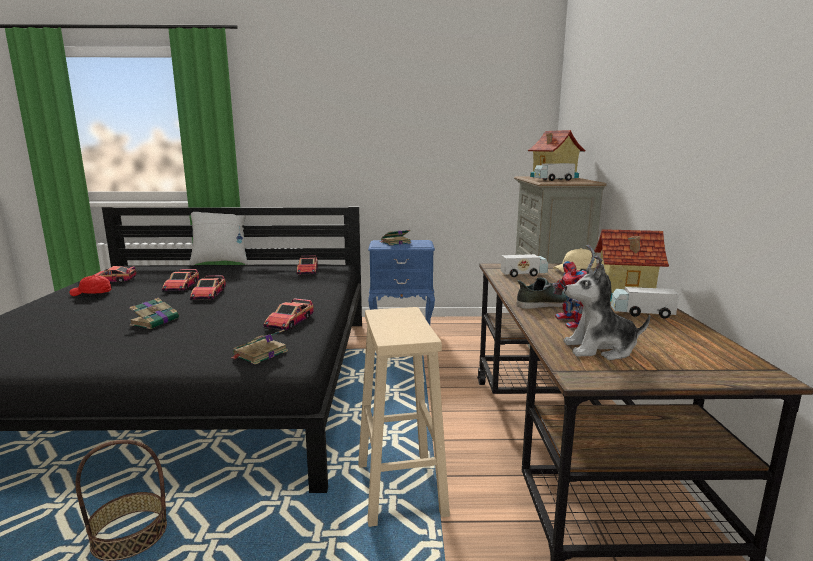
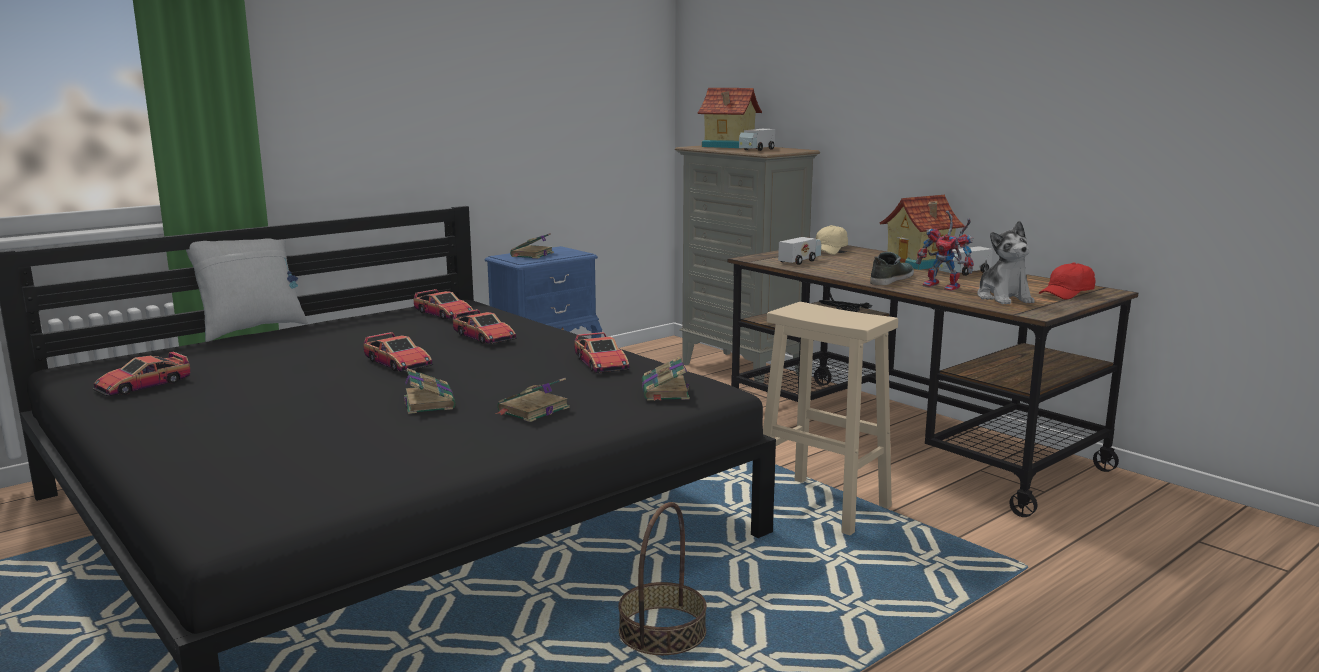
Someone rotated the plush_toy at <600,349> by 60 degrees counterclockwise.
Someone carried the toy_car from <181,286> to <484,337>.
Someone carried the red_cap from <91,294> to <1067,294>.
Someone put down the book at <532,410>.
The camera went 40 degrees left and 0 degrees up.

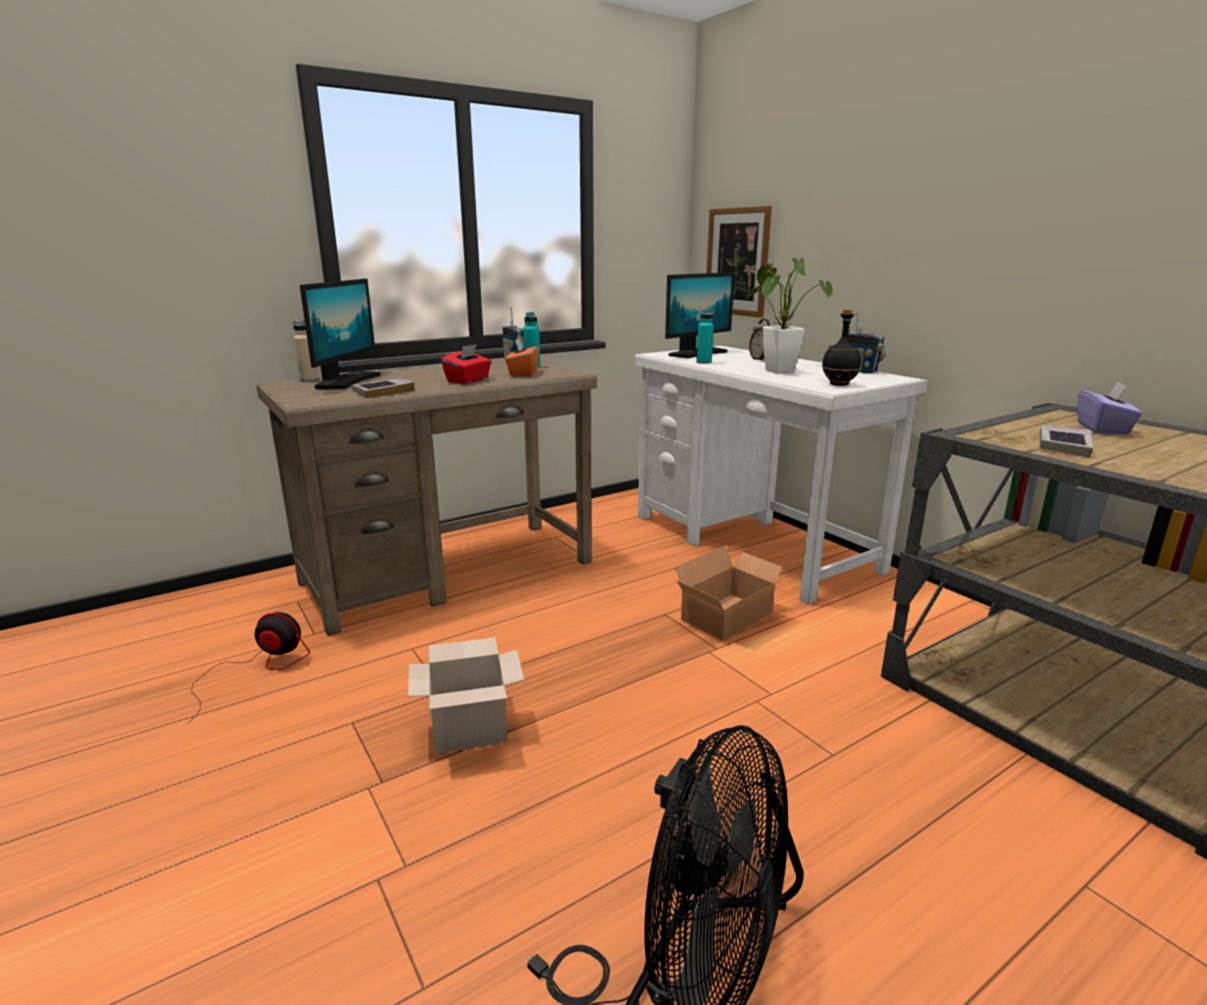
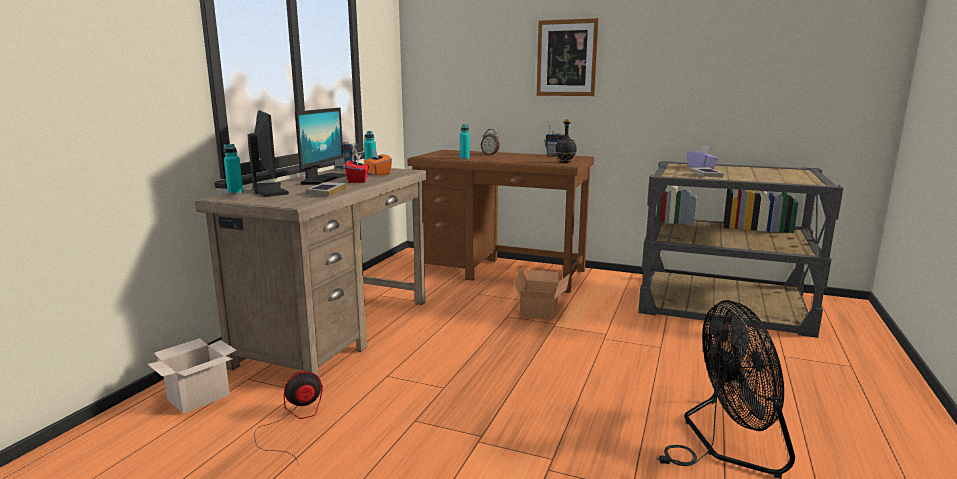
Someone carried the picture from <737,262> to <566,58>.
Someone took away the potted_plant at <776,370>.
Someone carried the monitor from <697,353> to <322,179>.
Someone repainted the beige_bottle at <309,380>, which became the turquoise_bottle at <235,193>.
Someone repainted the white_desk at <753,542>, which became the brown_desk at <501,271>.
Someone carried the cardboard_box from <472,728> to <199,397>.
The camera went 35 degrees left and 5 degrees down.

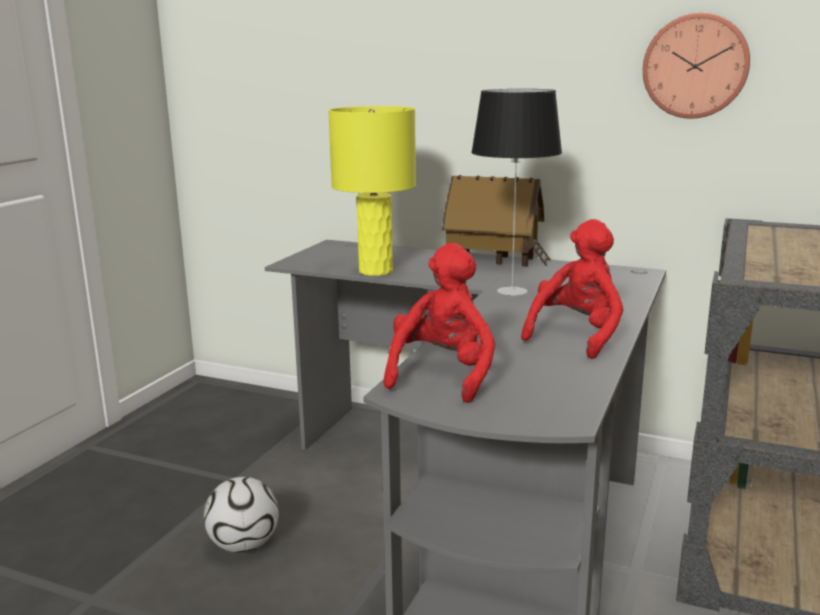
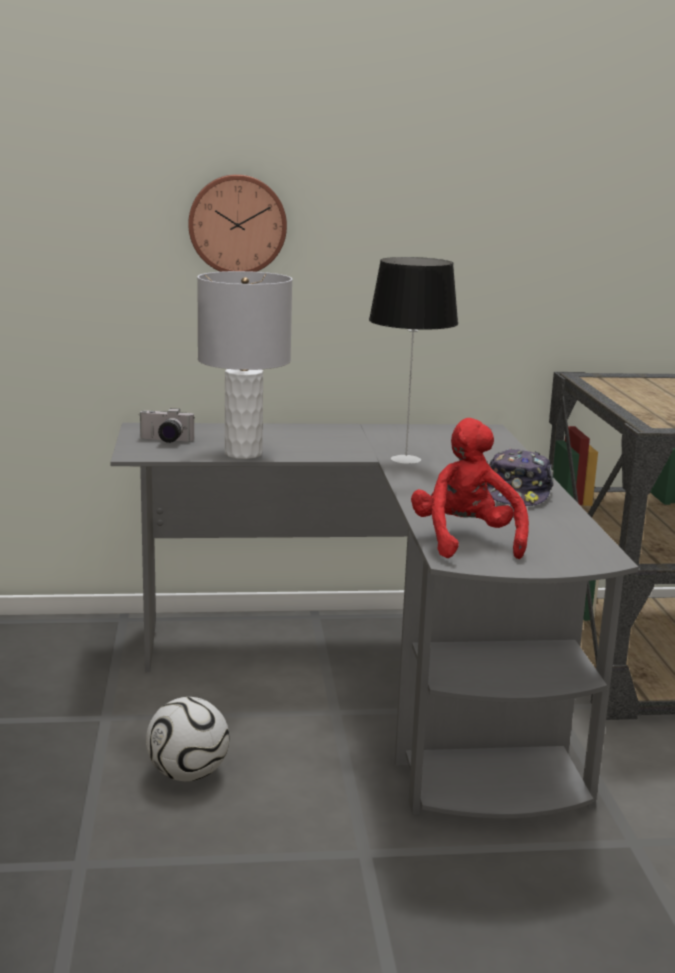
Someone carried the wall_clock from <695,66> to <237,224>.
Someone repainted the yellow_table_lamp at <375,271>, which became the grey_table_lamp at <243,454>.
Someone took away the toy_house at <494,261>.
Someone swapped the red_plush_toy at <576,335> for the cap at <518,493>.
Someone put down the photo_camera at <165,441>.
The camera went 30 degrees left and 0 degrees up.

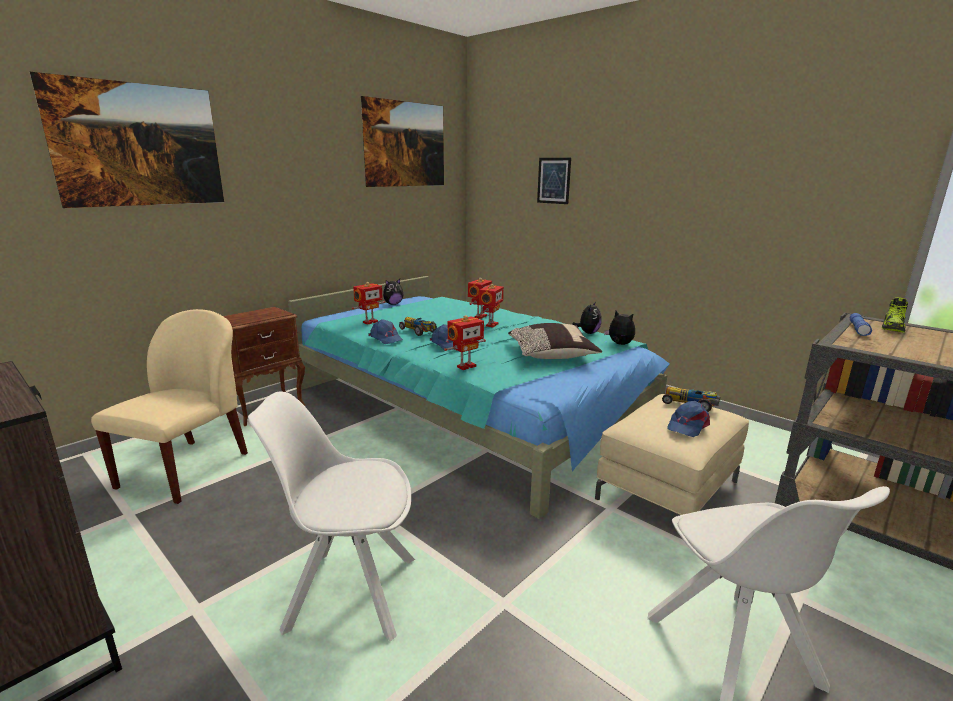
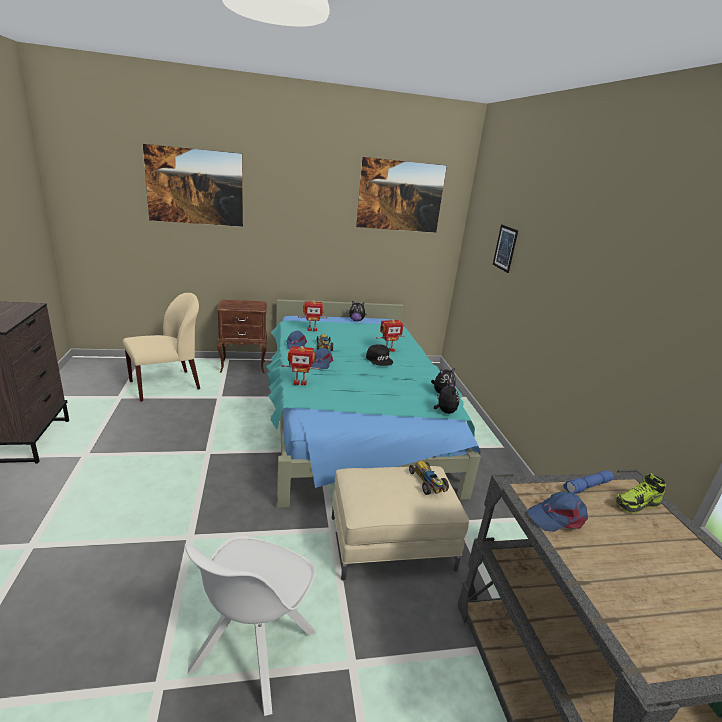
Someone swapped the toy_robot at <491,325> for the black_cap at <379,359>.
Someone took away the pillow at <551,354>.
Someone took away the white_chair at <349,592>.
Someone carried the blue_cap from <687,425> to <557,517>.
The camera went 35 degrees right and 5 degrees up.

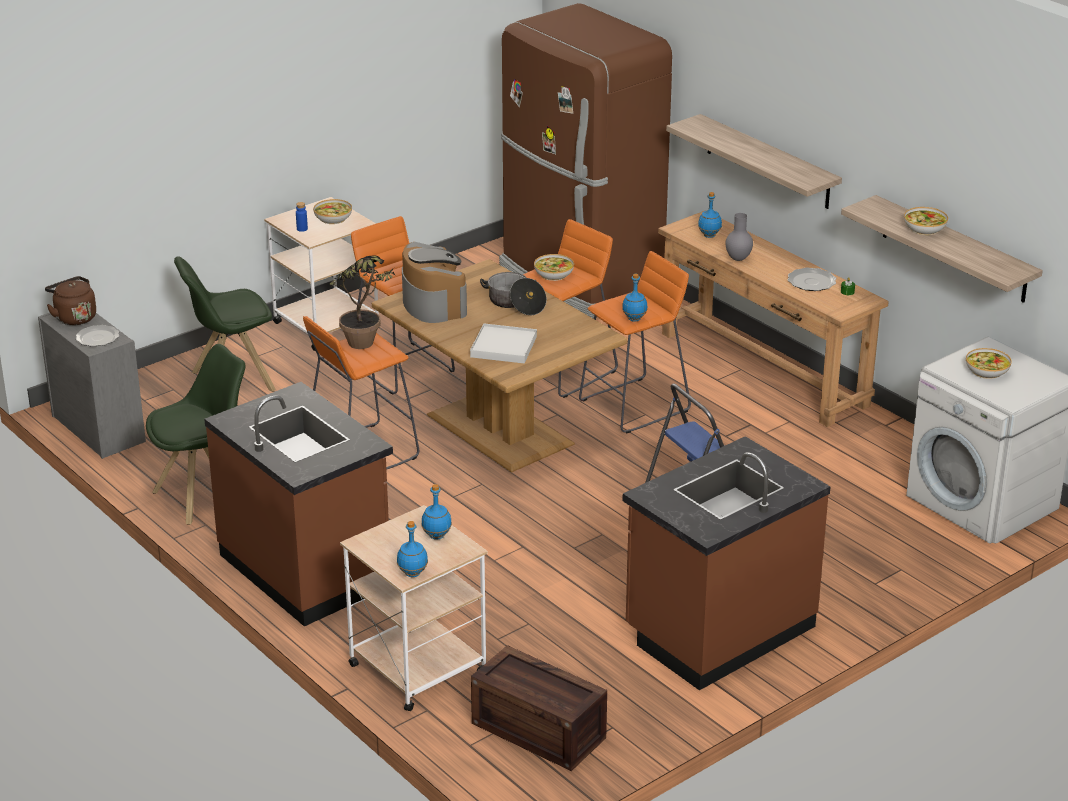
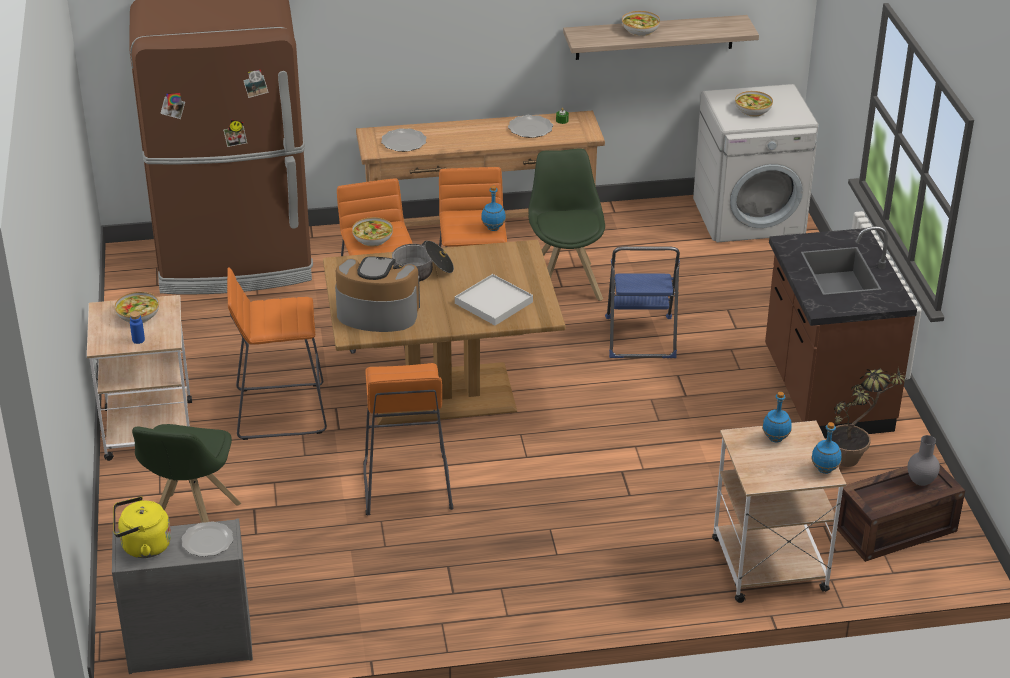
Someone took away the shelf at <767,162>.
Someone swapped the blue_bottle at <709,236> for the plate at <404,142>.
Someone carried the grey_vase from <737,258> to <920,482>.
Someone carried the potted_plant from <367,346> to <855,457>.
Someone repainted the brown_kettle at <74,317>, which became the yellow_kettle at <142,546>.
Someone carried the green_chair from <204,495> to <564,283>.
Someone took away the brown_counter at <307,569>.
The camera went 60 degrees left and 5 degrees up.

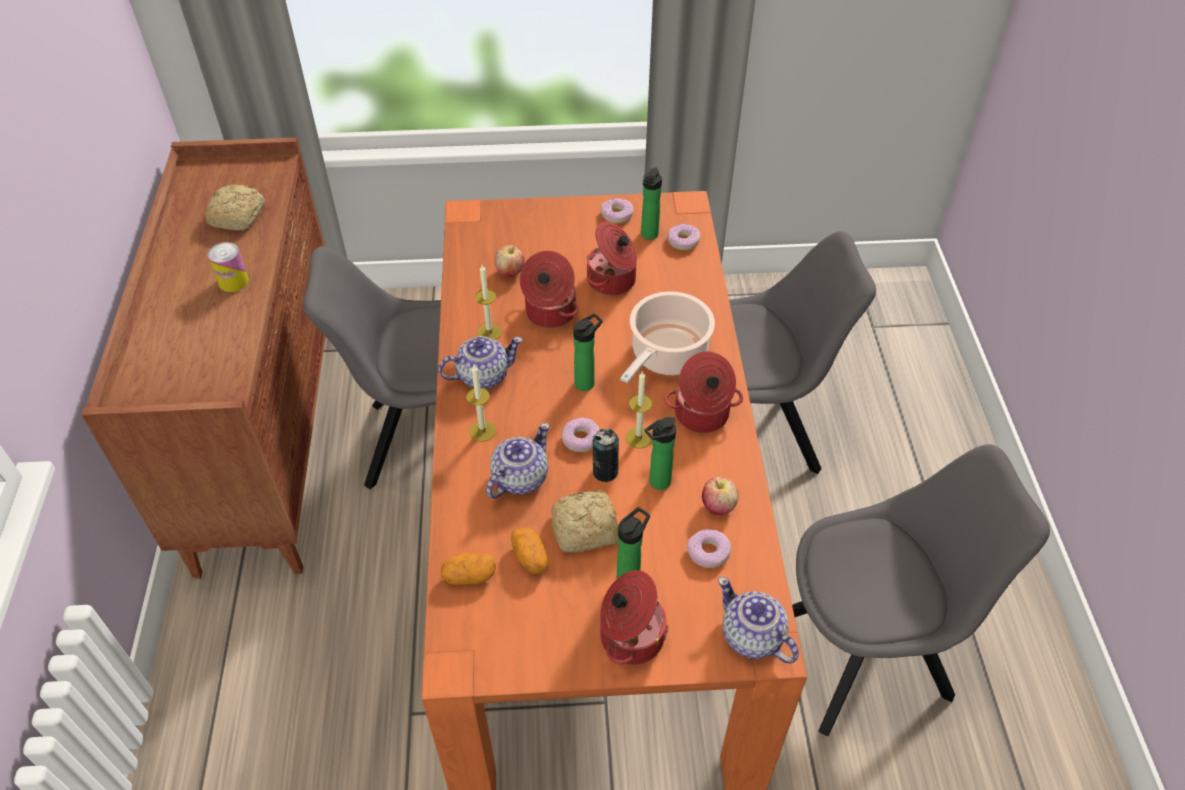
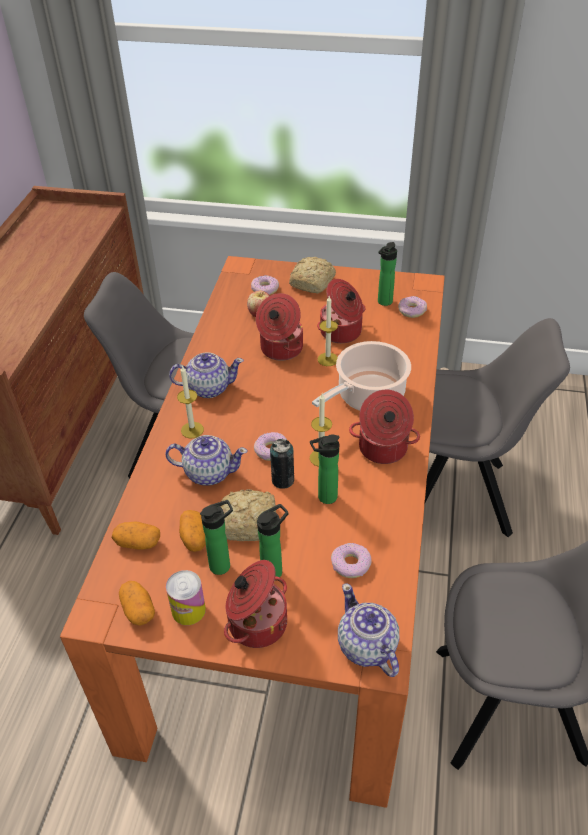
Someone carried the bread from <238,215> to <313,282>.
Someone carried the donut from <617,215> to <265,289>.
Someone carried the can from <233,281> to <188,610>.
Someone carried the candle from <489,332> to <327,359>.
Someone carried the bottle from <587,382> to <223,565>.
Someone rotated the teapot at <519,478> by 45 degrees clockwise.
Someone took away the apple at <718,506>.
Someone put down the potato at <138,610>.
The camera went 15 degrees right and 5 degrees down.

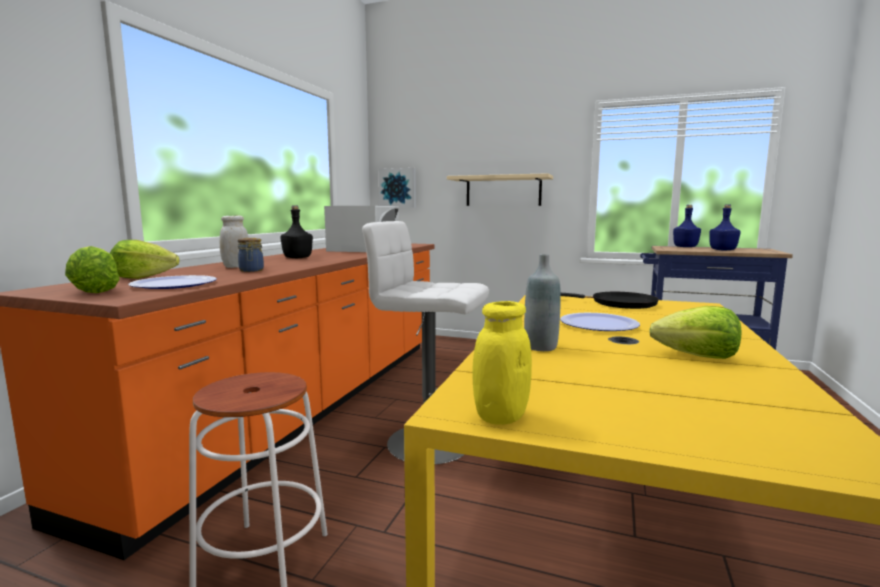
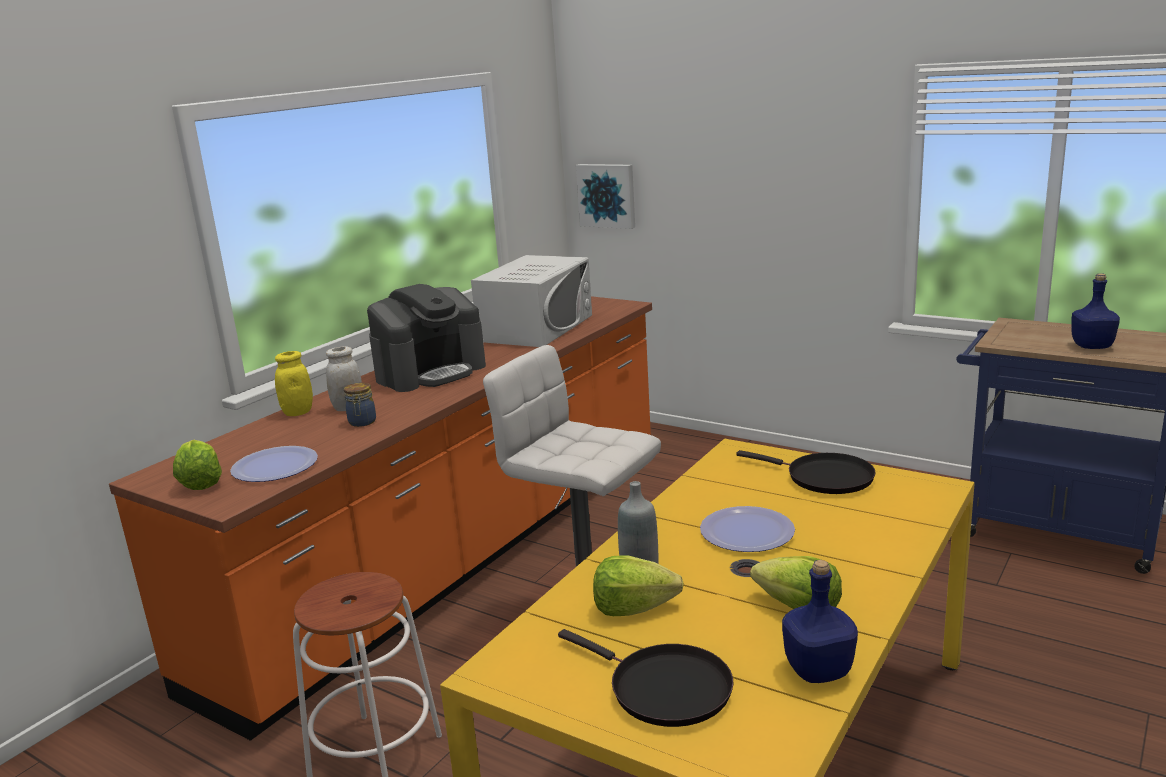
Someone took away the beige_shelf at <503,191>.
Someone swapped the black_bottle at <298,258> for the coffee_machine at <431,372>.
Someone carried the blue_bottle from <685,247> to <817,671>.
Someone carried the lettuce from <143,277> to <633,608>.
Someone carried the yellow_jar from <500,416> to <298,412>.
Someone put down the black_frying_pan at <663,688>.
The camera went 15 degrees right and 10 degrees up.

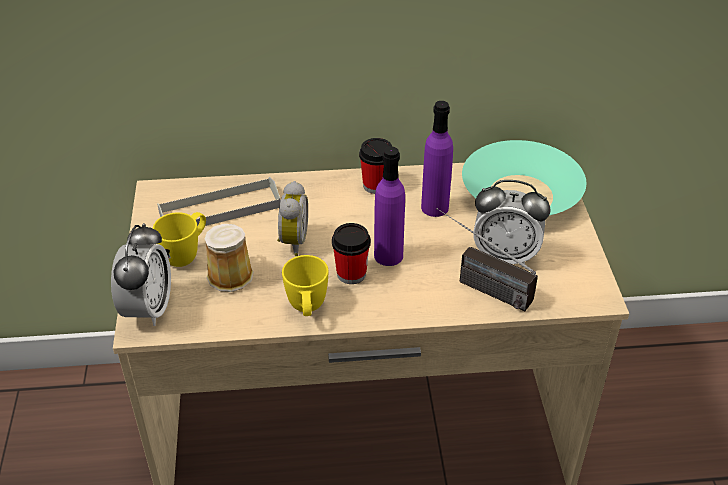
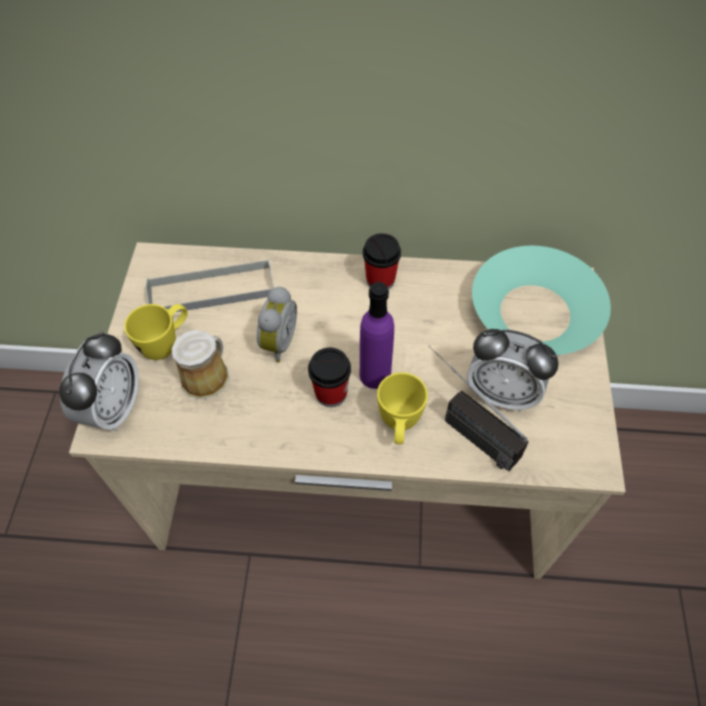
Someone took away the purple_bottle at <434,207>.
Someone carried the yellow_mug from <307,310> to <399,425>.
The camera went 10 degrees right and 15 degrees up.

